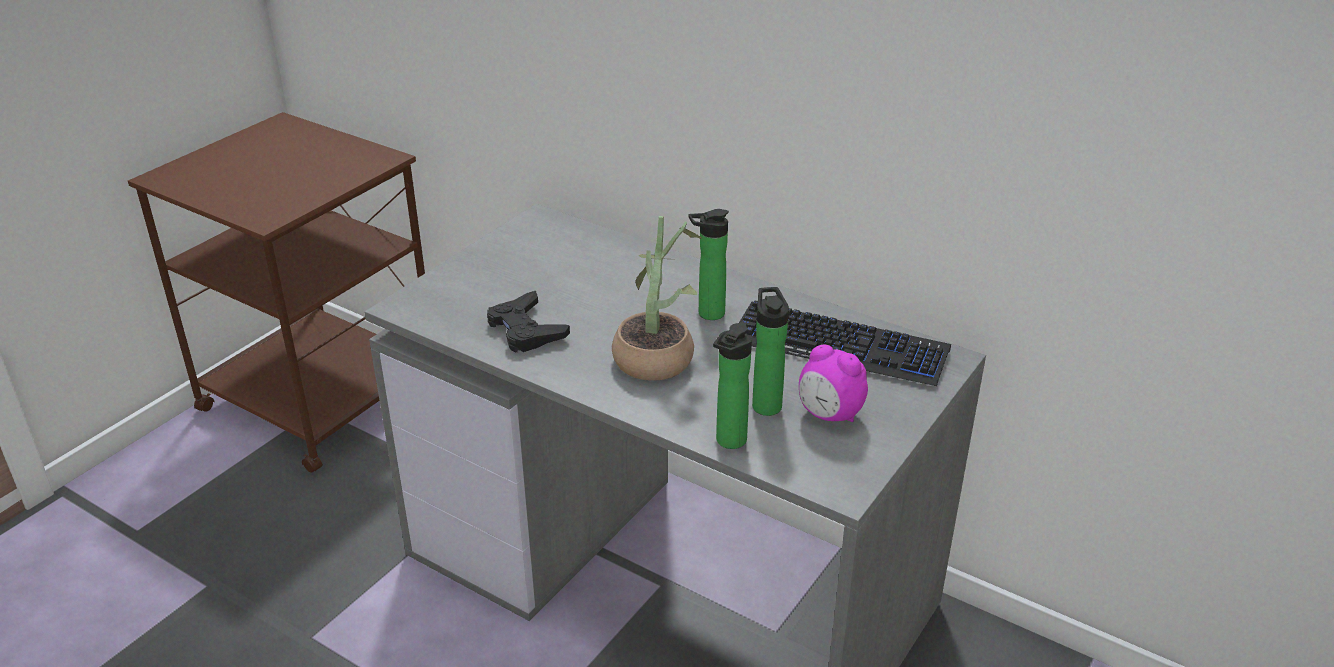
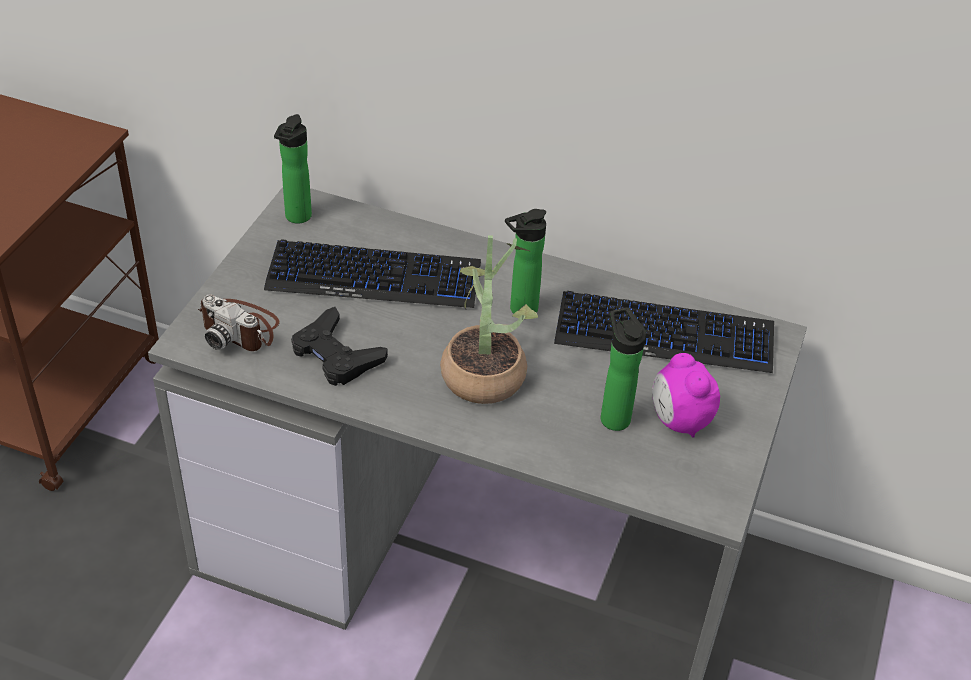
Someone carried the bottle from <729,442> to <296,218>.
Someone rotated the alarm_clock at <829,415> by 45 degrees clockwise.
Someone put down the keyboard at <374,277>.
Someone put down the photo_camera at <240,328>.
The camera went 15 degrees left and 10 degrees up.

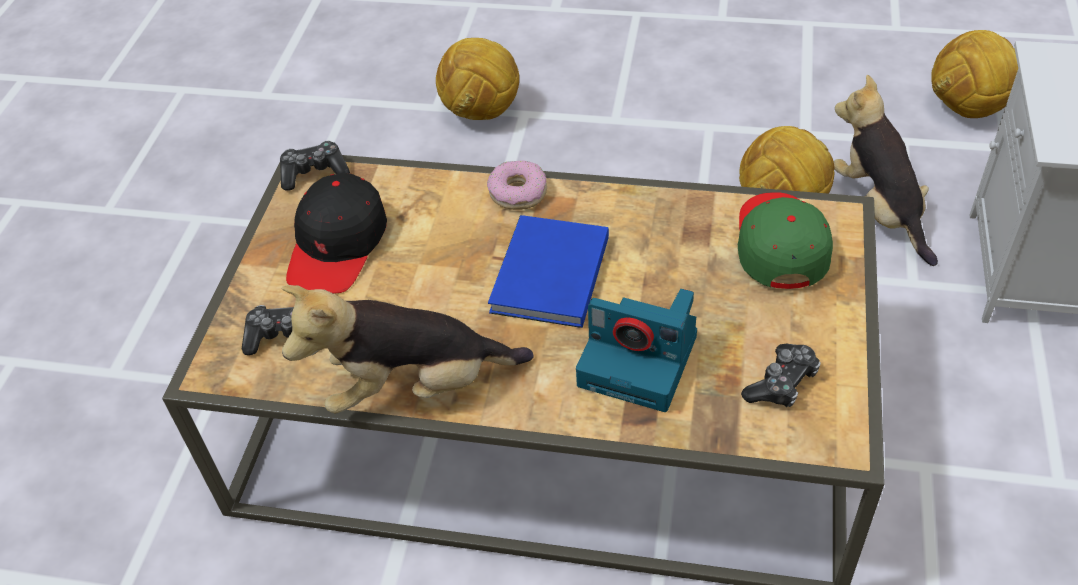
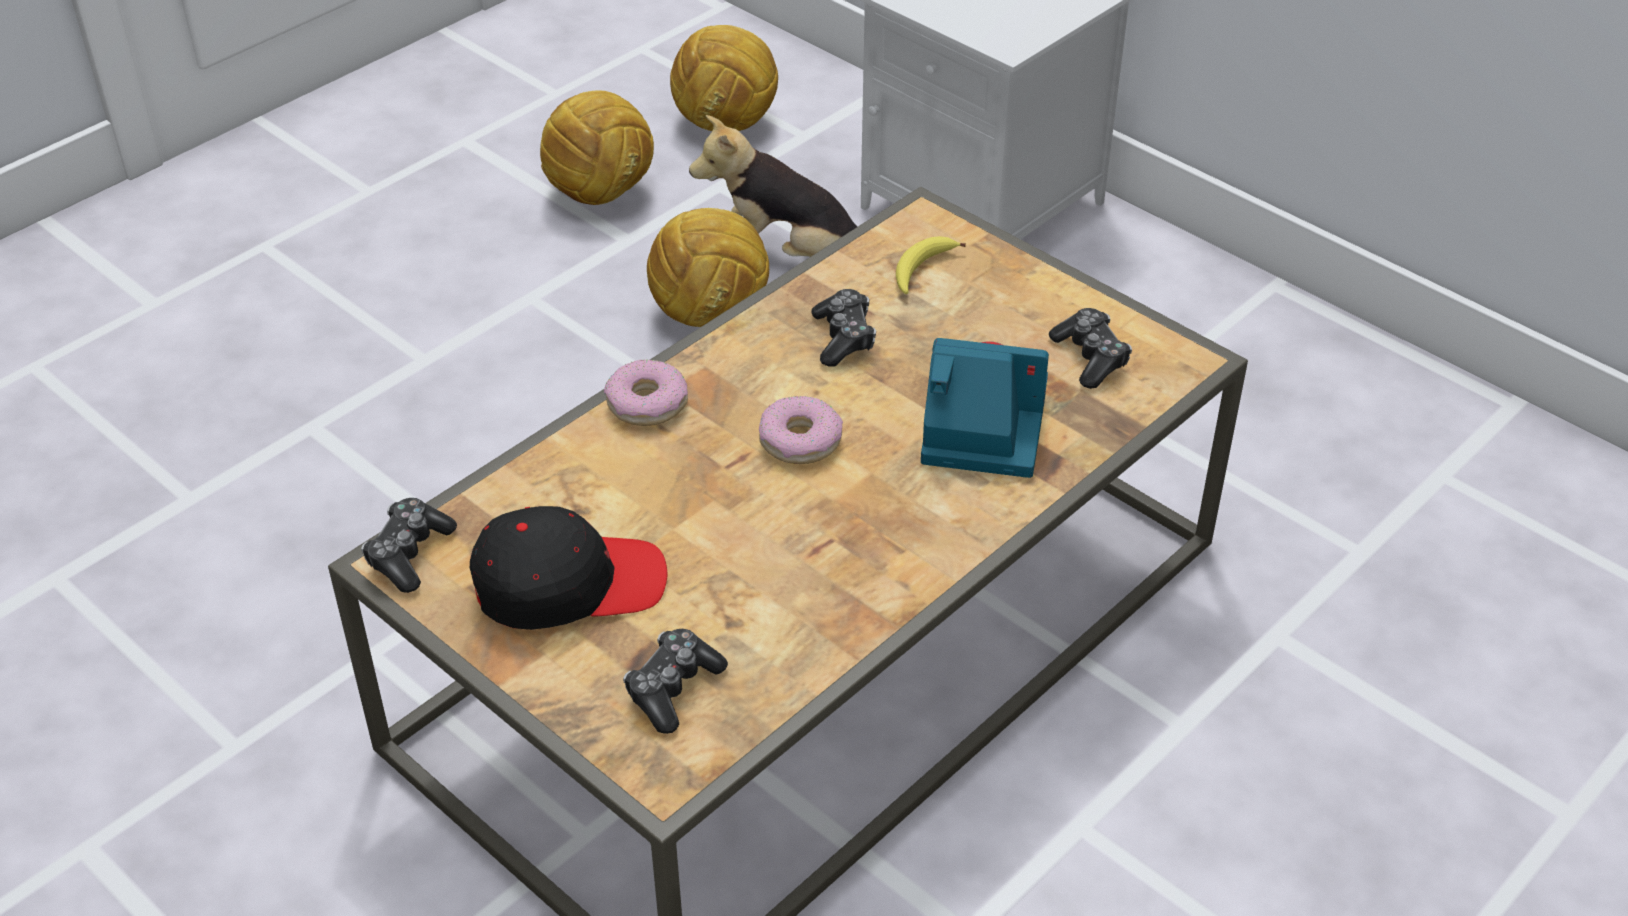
Someone carried the football from <482,112> to <601,193>.
Someone rotated the black_cap at <338,246> by 60 degrees counterclockwise.
Someone swapped the green_cap at <779,245> for the banana at <922,270>.
Someone swapped the blue_book at <547,277> for the donut at <800,440>.
Someone took away the plush_toy at <415,387>.
Someone rotated the photo_camera at <641,360> by 135 degrees counterclockwise.
Someone put down the game_controller at <844,338>.
The camera went 60 degrees left and 5 degrees down.

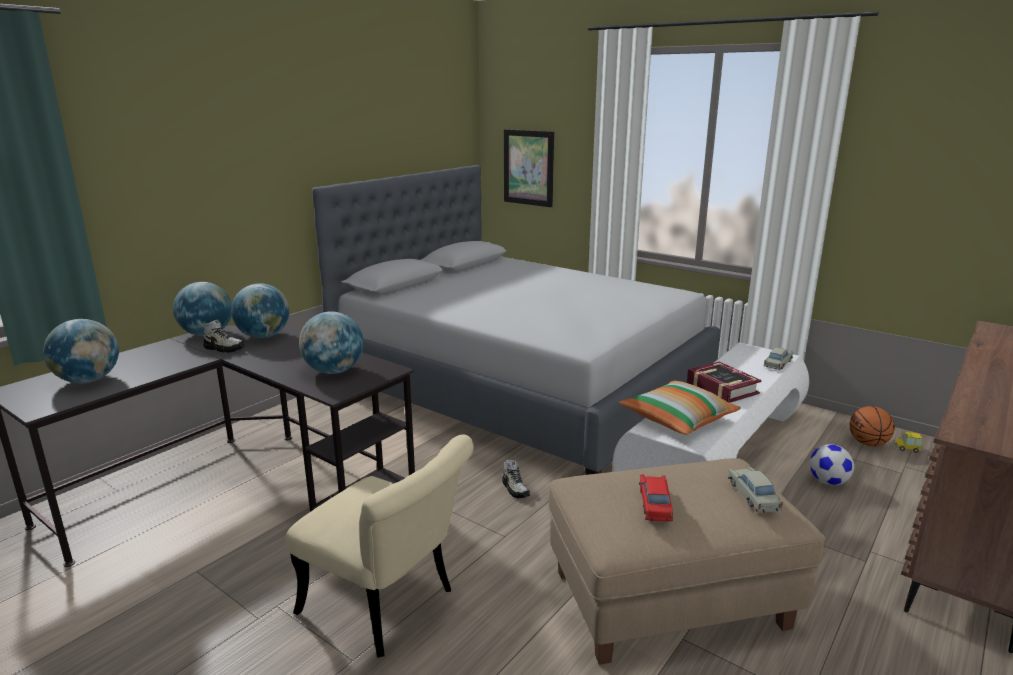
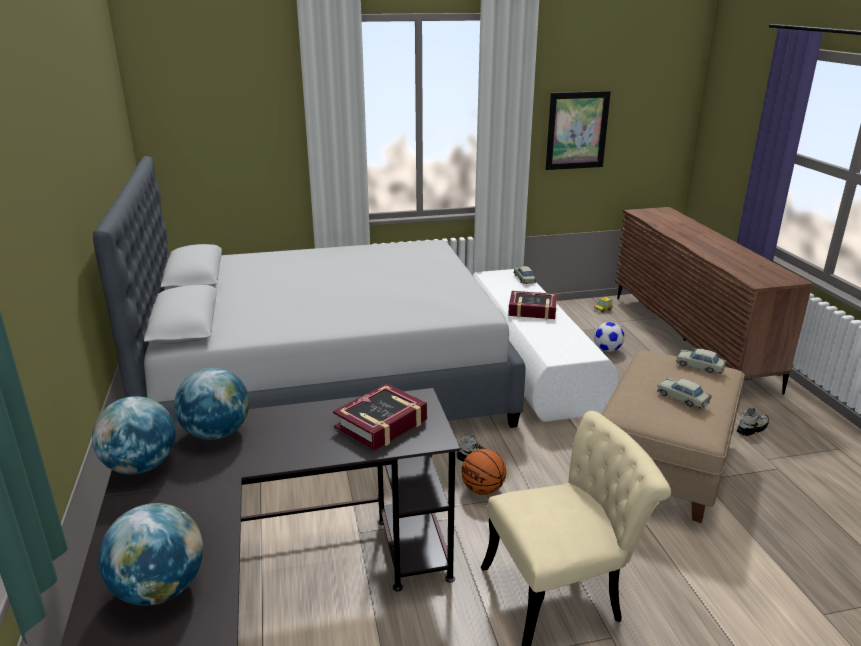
Someone carried the picture from <528,167> to <577,130>.
Someone swapped the globe at <334,371> for the book at <381,424>.
Someone carried the shoe from <224,348> to <752,428>.
Someone took away the pillow at <677,419>.
Someone carried the basketball from <867,443> to <482,489>.
Someone repainted the red_toy_car at <655,504>, which became the beige_toy_car at <682,398>.
The camera went 50 degrees left and 5 degrees up.

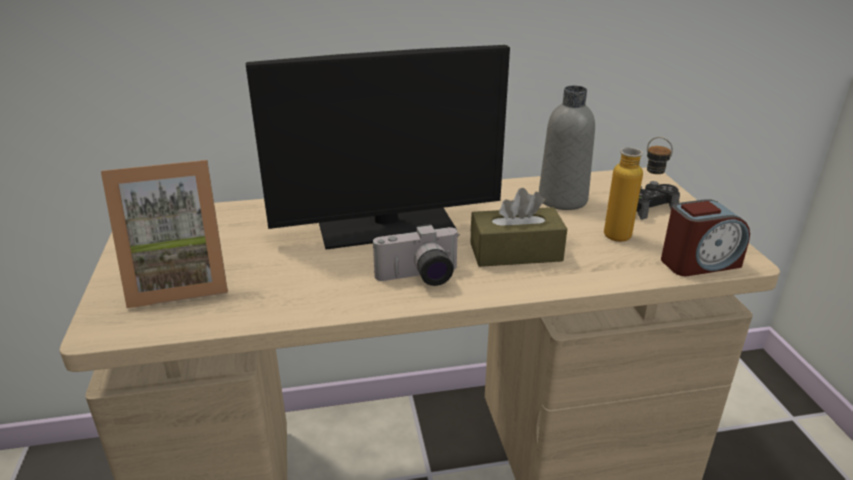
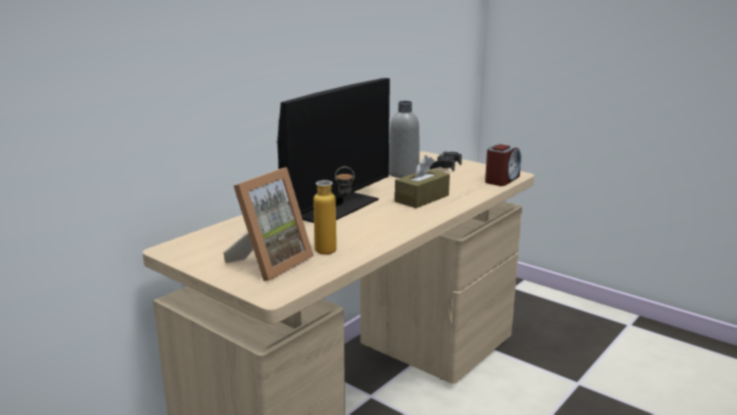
Someone carried the bottle from <628,239> to <335,250>.
Someone took away the photo_camera at <419,278>.
The camera went 40 degrees left and 10 degrees down.

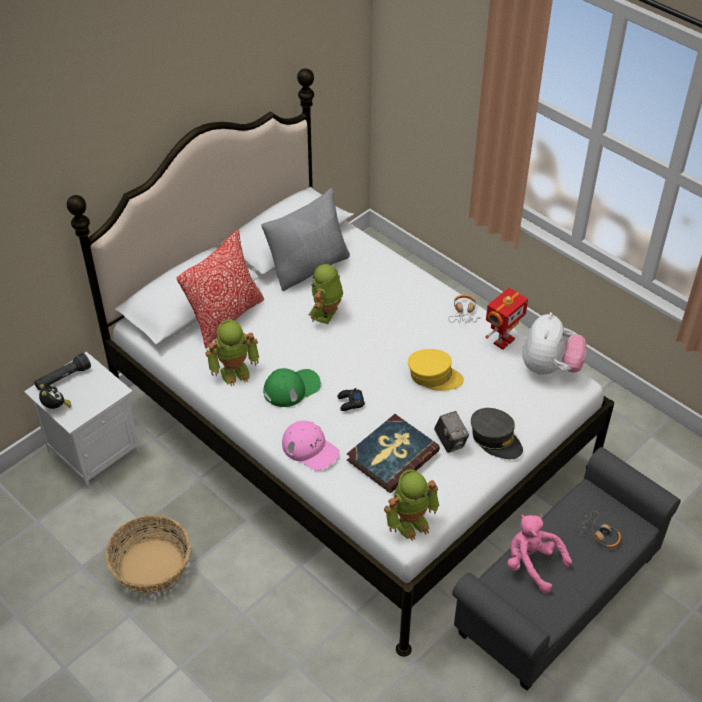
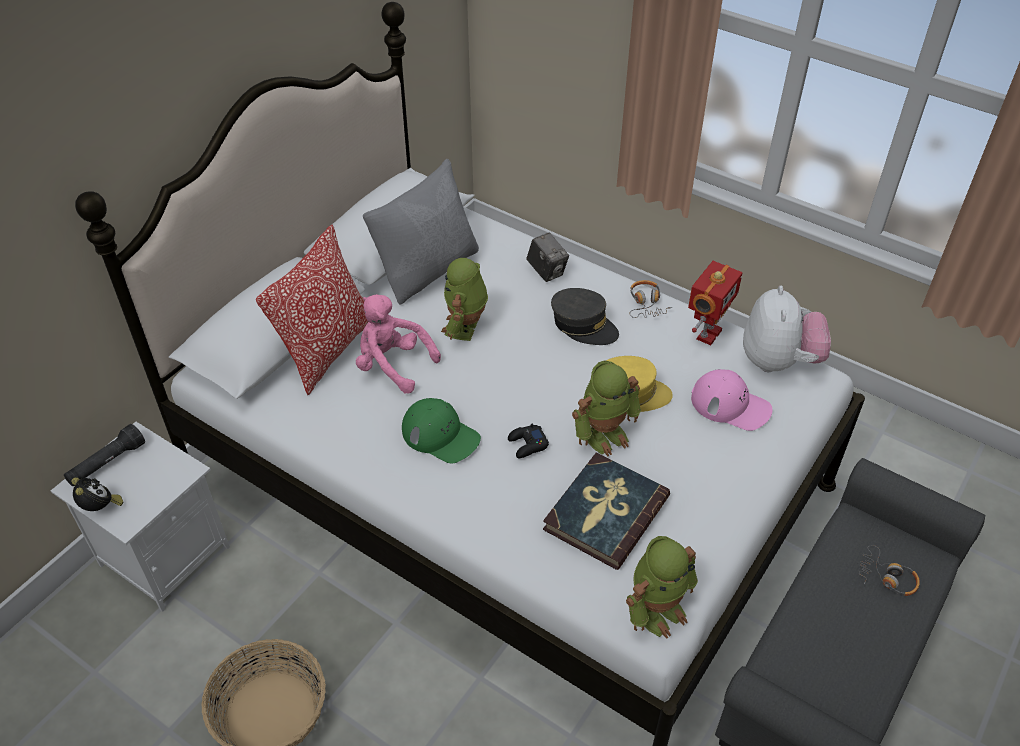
Someone carried the toy_robot from <234,371> to <604,434>.
Someone rotated the green_cap at <292,388> by 75 degrees clockwise.
Someone carried the grey_cap from <495,439> to <583,325>.
Someone carried the photo_camera from <450,442> to <547,271>.
Someone carried the pink_cap from <310,448> to <730,405>.
Someone carried the pink_plush_toy from <532,564> to <392,365>.
The camera went 10 degrees left and 0 degrees up.

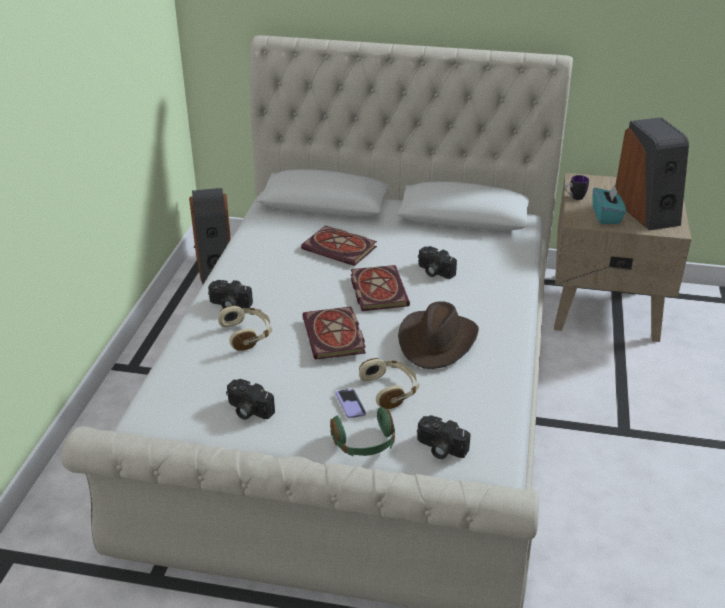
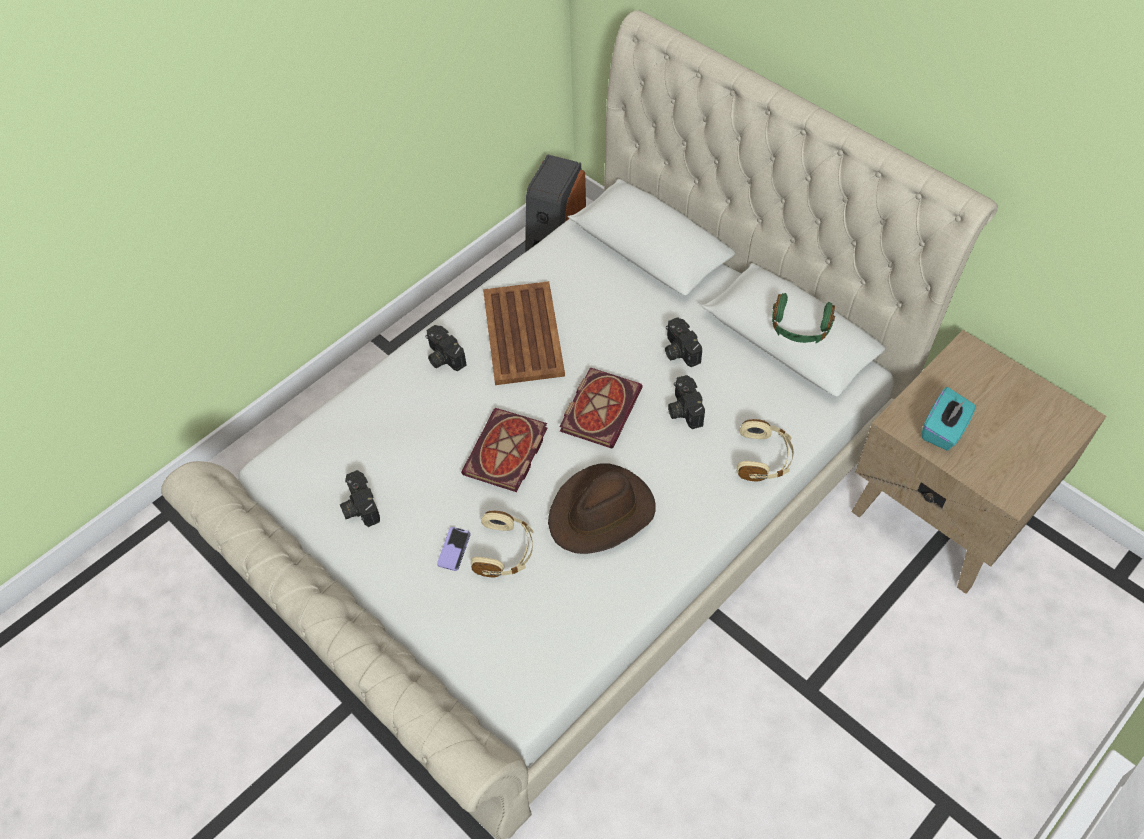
Someone took away the speaker at <647,211>.
Someone took away the mug at <574,198>.
Someone took away the book at <341,248>.
Someone carried the beige_headphones from <247,334> to <764,458>.
Someone carried the green_headphones from <364,443> to <800,328>.
Someone carried the photo_camera from <439,448> to <678,350>.
Someone put down the brown_tray at <523,332>.
The camera went 35 degrees right and 20 degrees up.

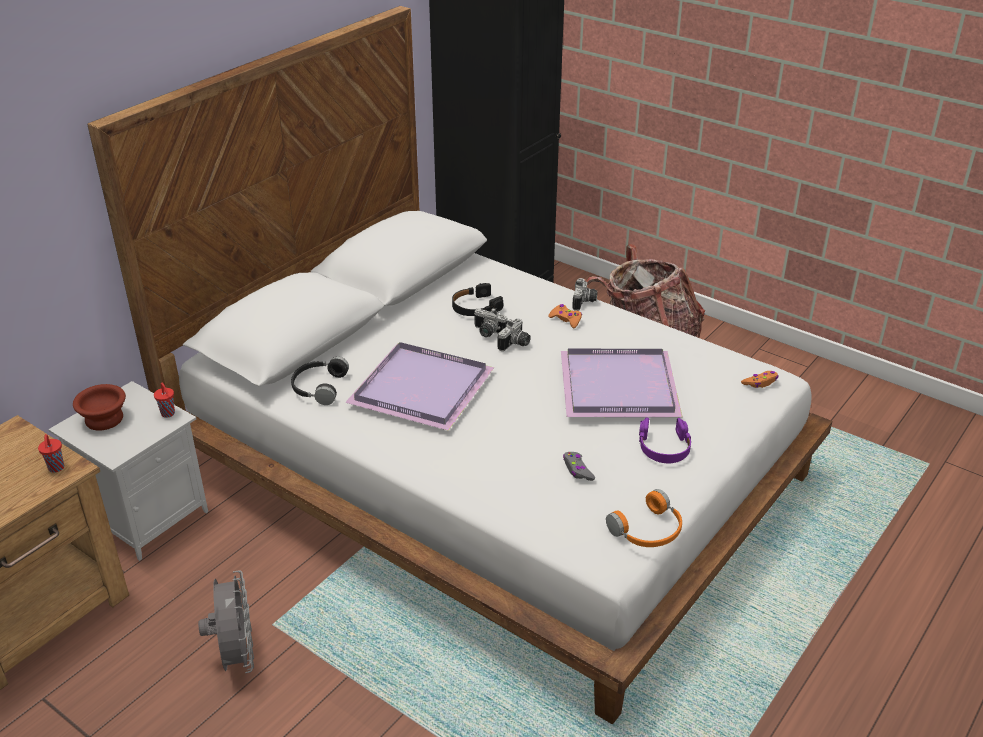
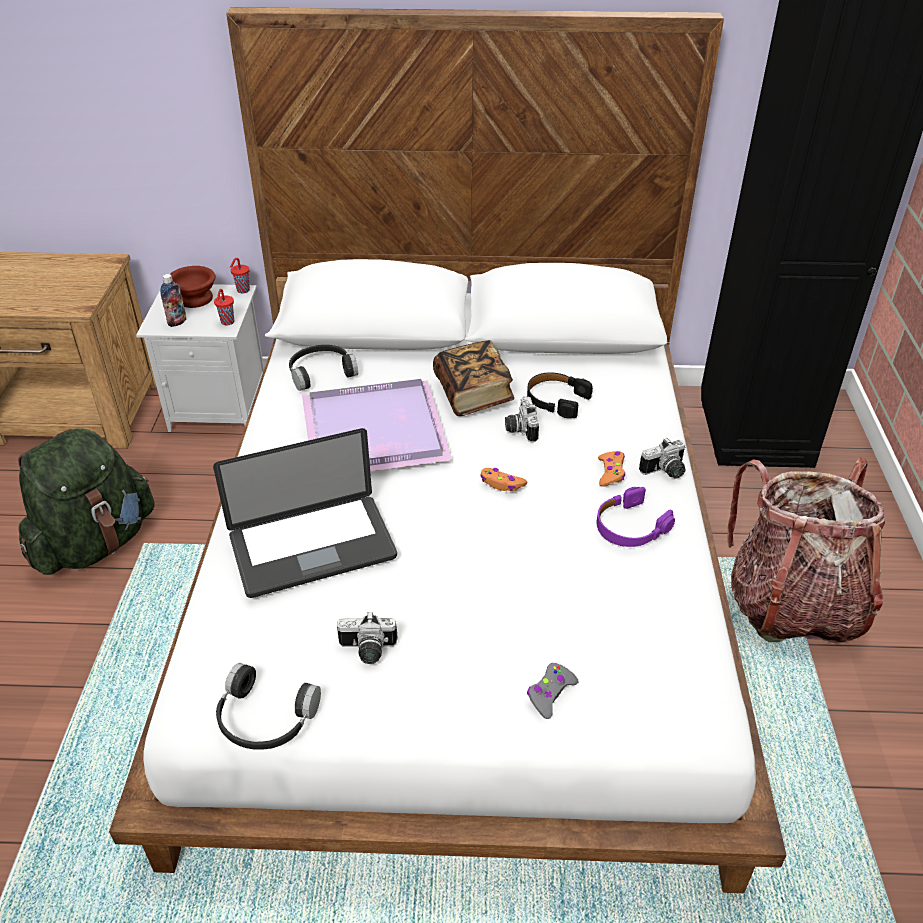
Someone carried the photo_camera from <516,344> to <367,651>.
Someone took away the purple_tray at <621,388>.
Someone carried the orange_game_controller from <760,383> to <502,484>.
Someone carried the purple_headphones from <664,447> to <630,527>.
Someone carried the red_cup from <56,468> to <242,290>.
Someone carried the grey_game_controller from <577,470> to <550,693>.
Someone repainted the orange_headphones at <648,531>, which became the black_headphones at <264,720>.
Someone swapped the grey_fan at <237,656> for the green_backpack at <96,543>.
Someone put down the bottle at <177,322>.
Someone put down the book at <473,393>.
Someone put down the laptop at <312,547>.
The camera went 55 degrees right and 5 degrees up.

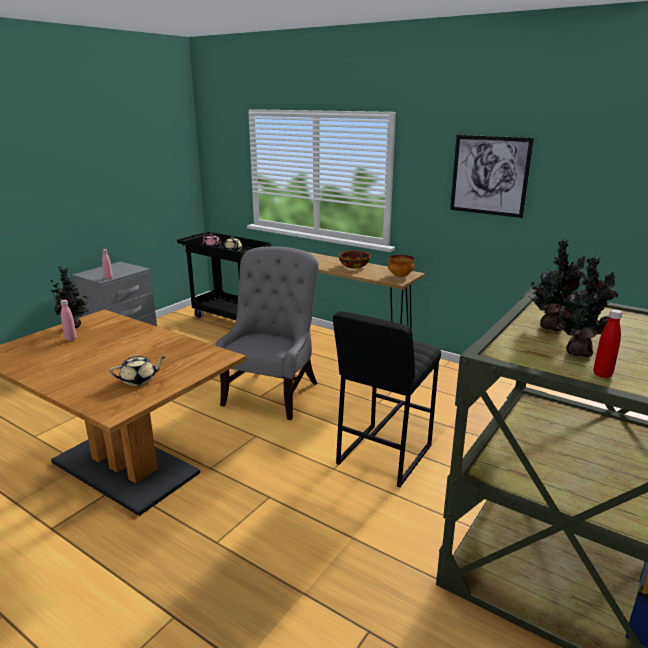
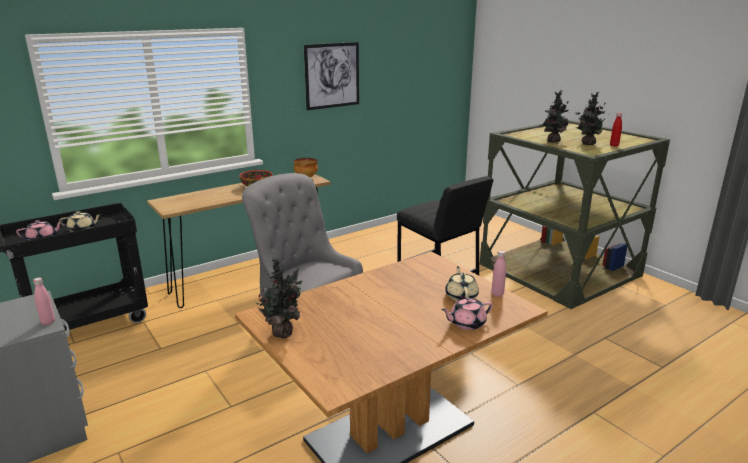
Someone carried the pink_bottle from <71,339> to <497,294>.
Someone put down the pink_teapot at <466,323>.
The camera went 70 degrees left and 0 degrees up.

